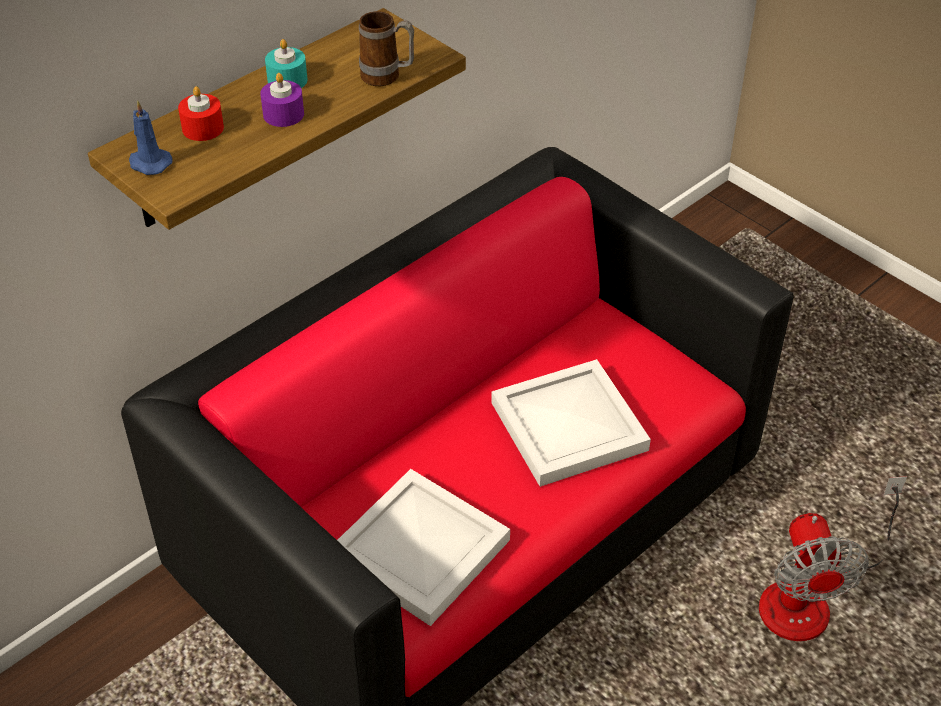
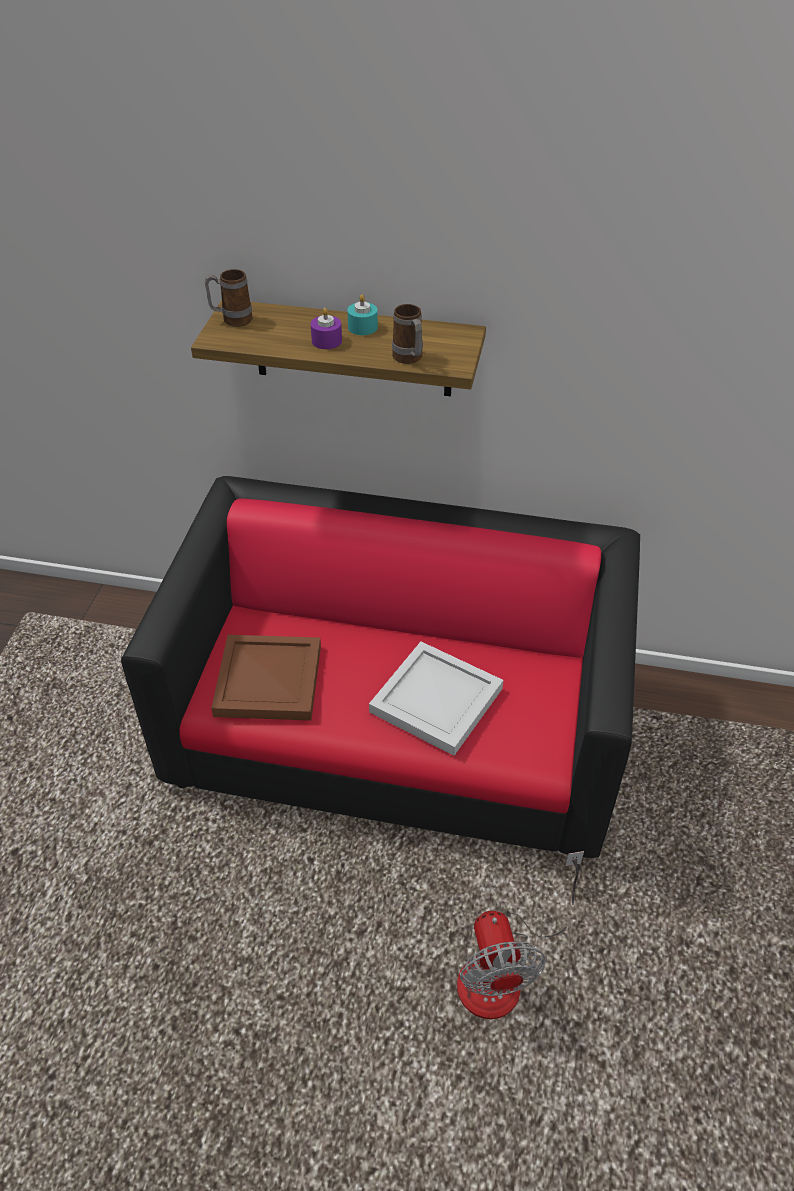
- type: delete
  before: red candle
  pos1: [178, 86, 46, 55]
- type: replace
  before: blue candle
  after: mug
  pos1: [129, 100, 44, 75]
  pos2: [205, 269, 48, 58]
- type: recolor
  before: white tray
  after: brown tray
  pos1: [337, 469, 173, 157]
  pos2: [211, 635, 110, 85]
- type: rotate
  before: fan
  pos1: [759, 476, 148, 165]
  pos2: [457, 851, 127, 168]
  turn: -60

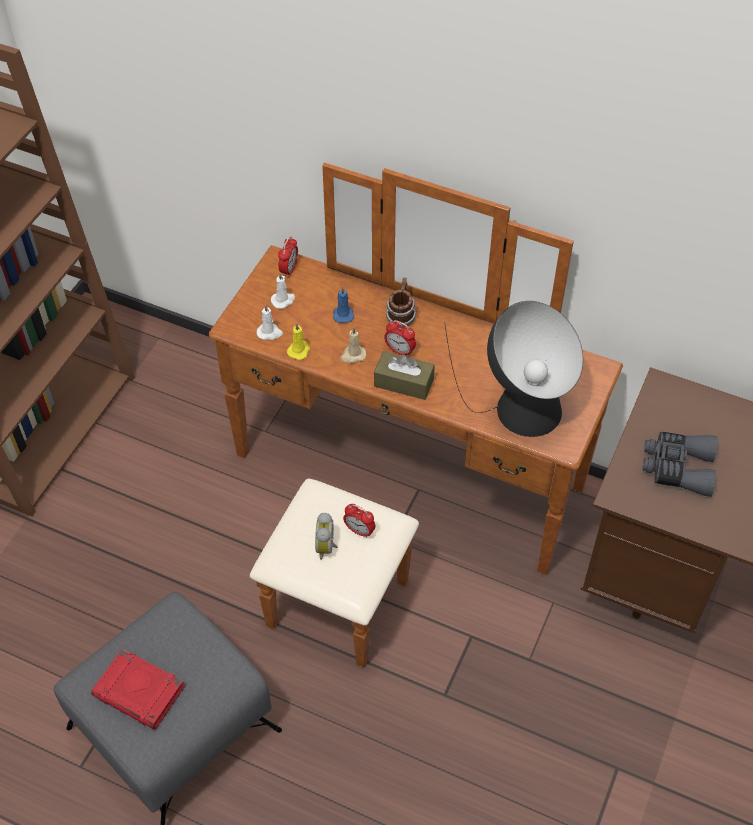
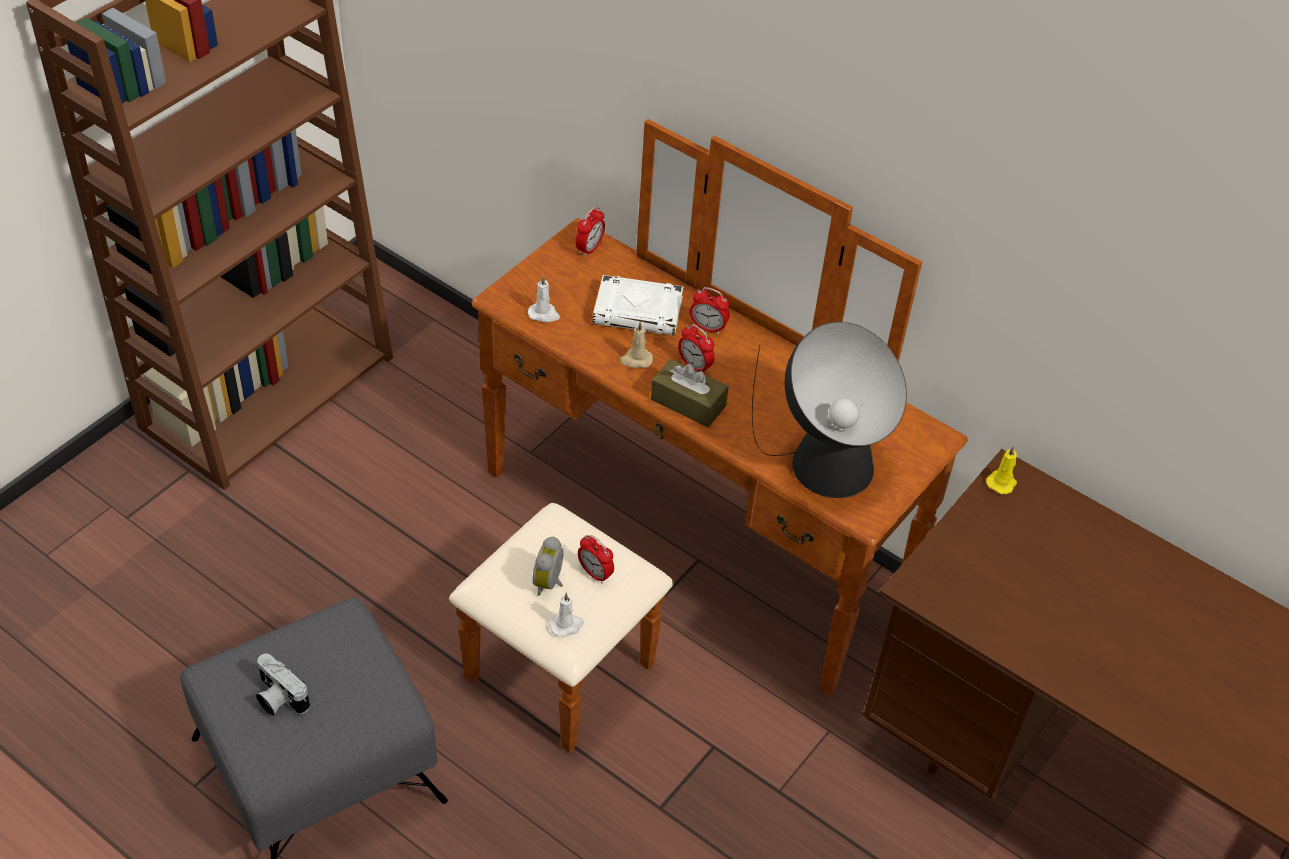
- type: move
  before: white candle
  pos1: [271, 273, 24, 36]
  pos2: [549, 592, 35, 46]
- type: replace
  before: mug
  after: alarm clock
  pos1: [385, 277, 32, 50]
  pos2: [690, 287, 40, 47]
- type: replace
  before: blue candle
  after: white book
  pos1: [333, 286, 21, 37]
  pos2: [592, 275, 92, 61]
- type: move
  before: yellow candle
  pos1: [287, 323, 23, 37]
  pos2: [986, 446, 31, 49]
- type: delete
  before: grey binoculars
  pos1: [642, 432, 76, 65]
- type: replace
  before: red book
  after: photo camera
  pos1: [91, 648, 94, 82]
  pos2: [256, 654, 54, 62]

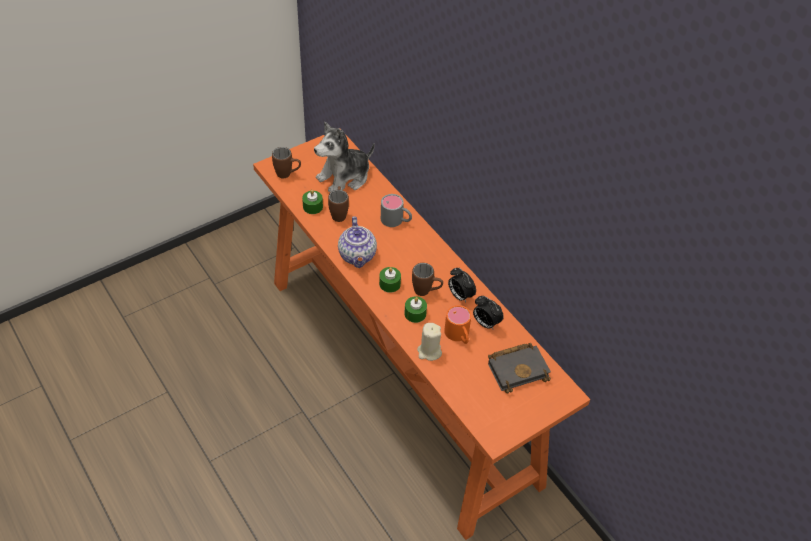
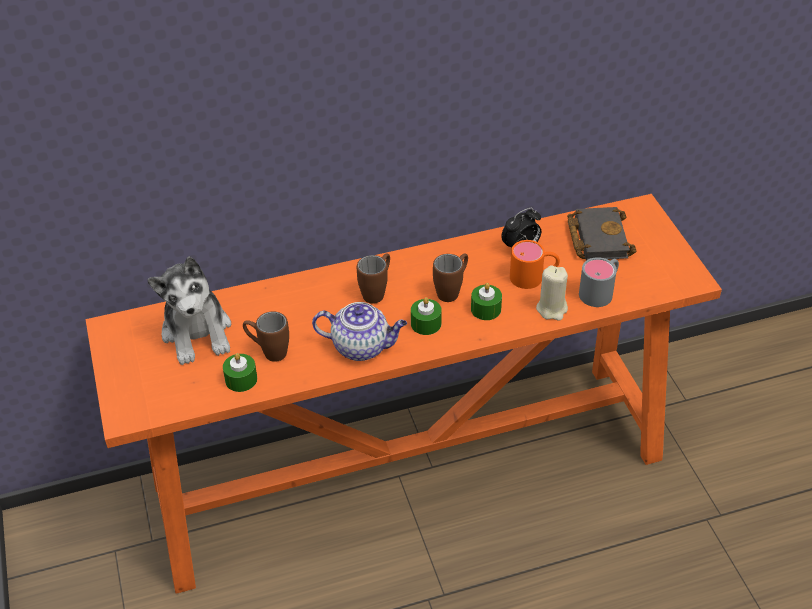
- type: move
  before: brown mug
  pos1: [272, 147, 29, 31]
  pos2: [357, 253, 33, 51]
- type: move
  before: grey mug
  pos1: [381, 194, 31, 33]
  pos2: [579, 257, 40, 50]
- type: delete
  before: alarm clock
  pos1: [448, 268, 28, 35]

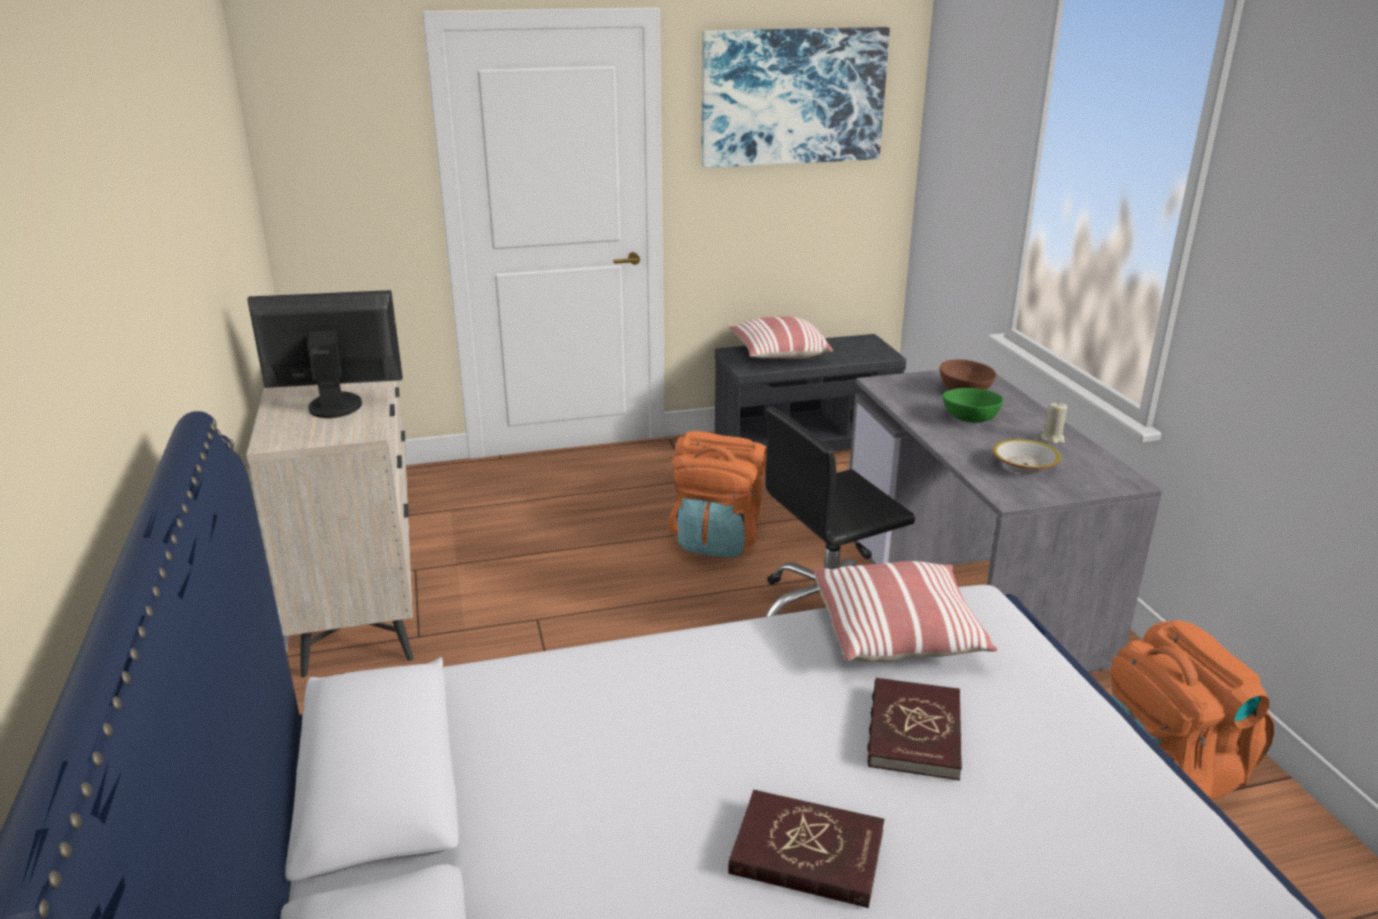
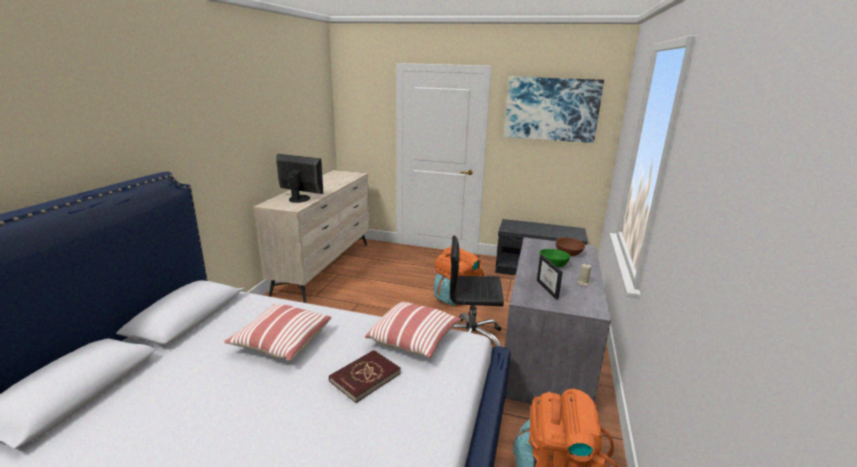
- type: move
  before: pillow
  pos1: [729, 317, 104, 42]
  pos2: [224, 304, 107, 57]
- type: replace
  before: bowl
  after: picture frame
  pos1: [993, 439, 68, 34]
  pos2: [537, 255, 26, 45]
- type: delete
  before: red book
  pos1: [728, 790, 157, 118]

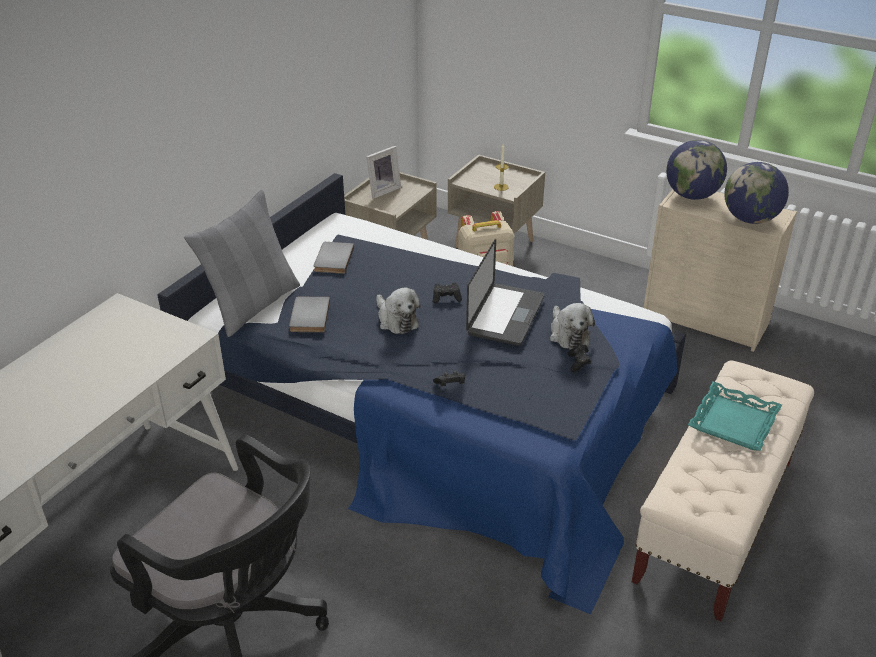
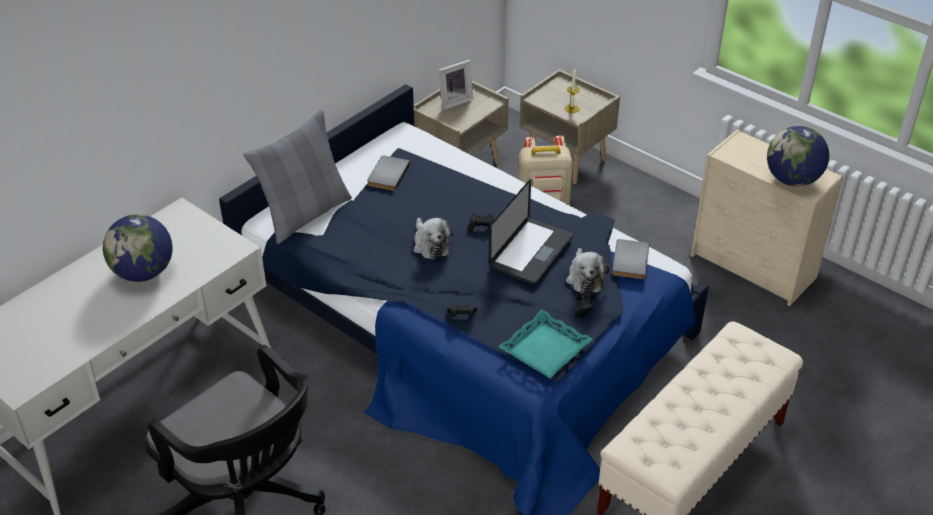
- type: move
  before: globe
  pos1: [666, 140, 61, 60]
  pos2: [103, 214, 70, 68]
- type: move
  before: grey book
  pos1: [289, 297, 41, 35]
  pos2: [612, 239, 37, 40]
- type: move
  before: turquoise tray
  pos1: [688, 381, 94, 70]
  pos2: [499, 310, 94, 68]

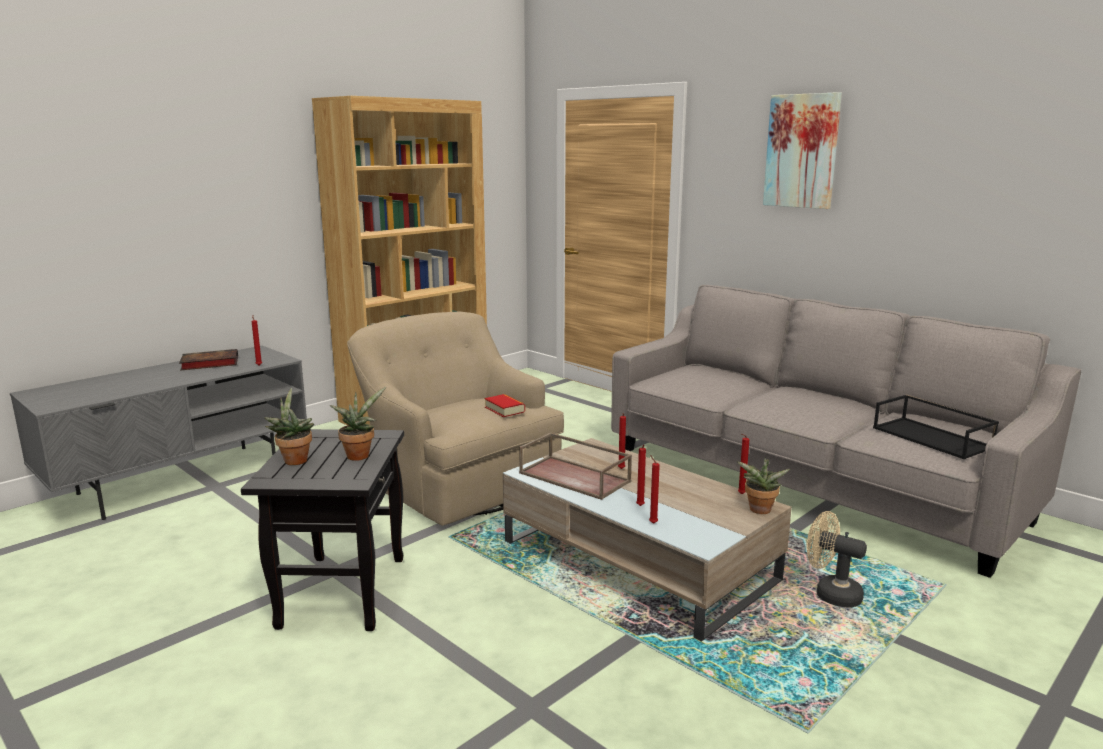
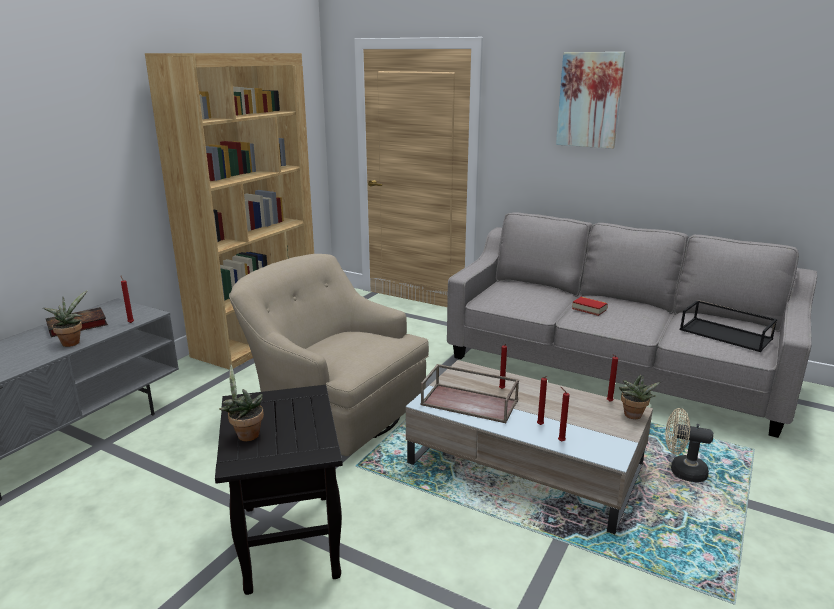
- type: move
  before: potted plant
  pos1: [330, 387, 56, 74]
  pos2: [43, 290, 45, 57]
- type: move
  before: book
  pos1: [484, 394, 41, 23]
  pos2: [572, 297, 36, 19]

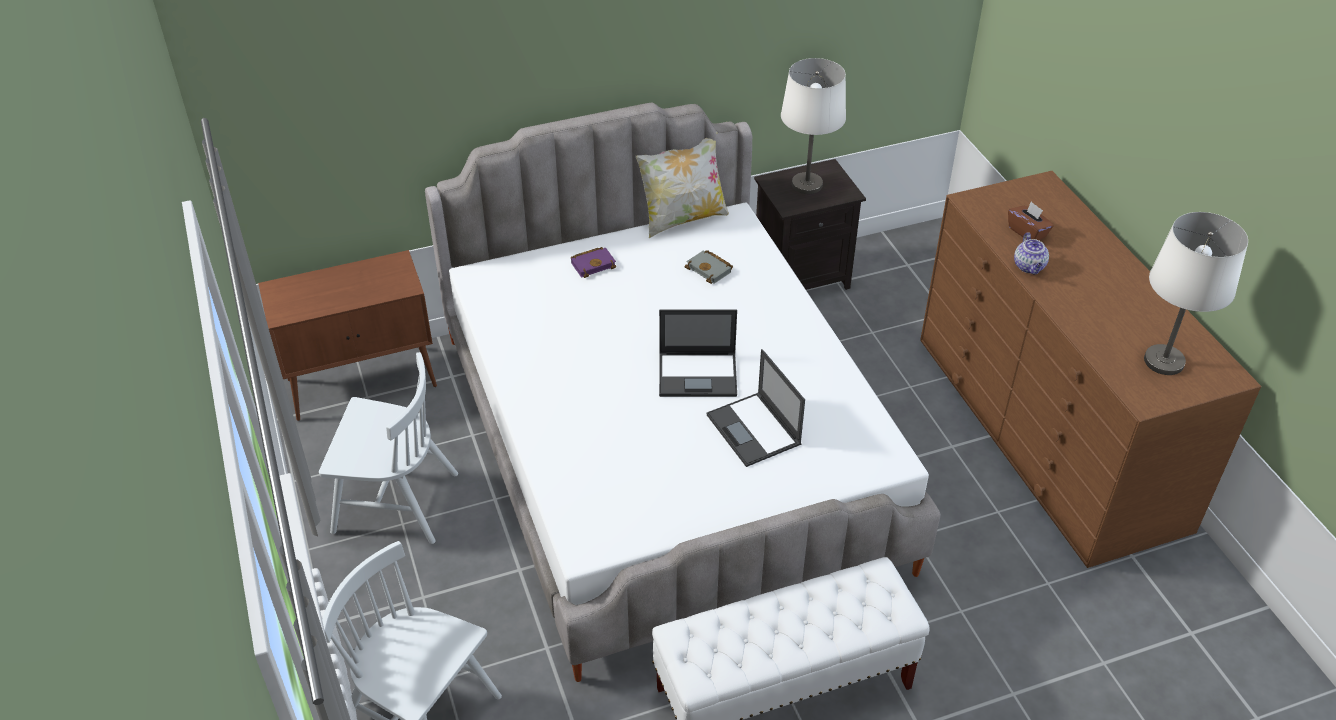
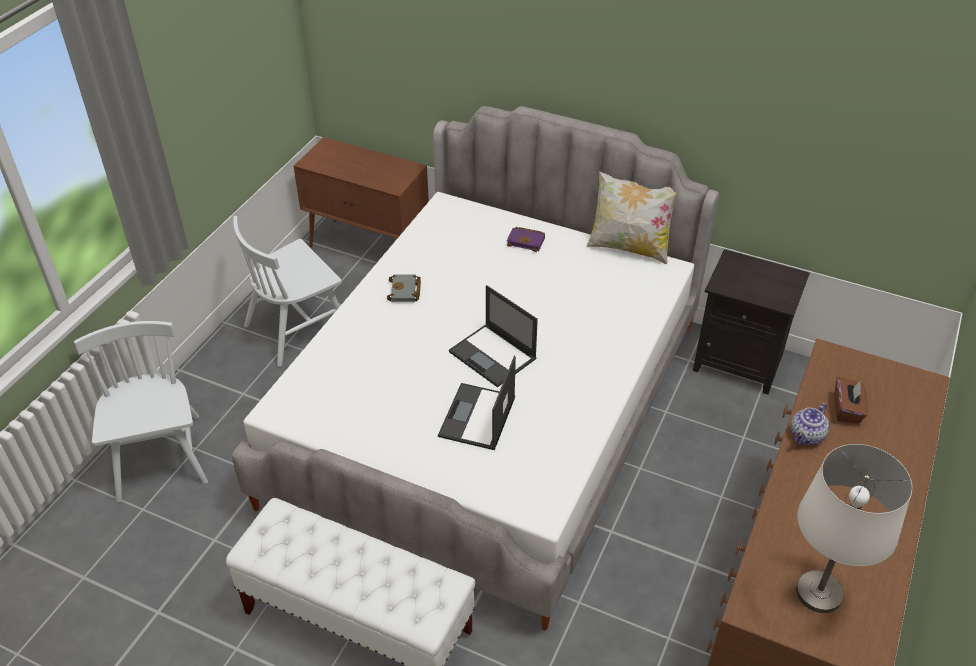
- type: delete
  before: white table lamp
  pos1: [781, 58, 65, 136]
- type: move
  before: grey book
  pos1: [685, 250, 48, 34]
  pos2: [387, 274, 34, 28]
- type: rotate
  before: white chair
  pos1: [319, 352, 139, 192]
  pos2: [233, 216, 109, 151]
  turn: 90

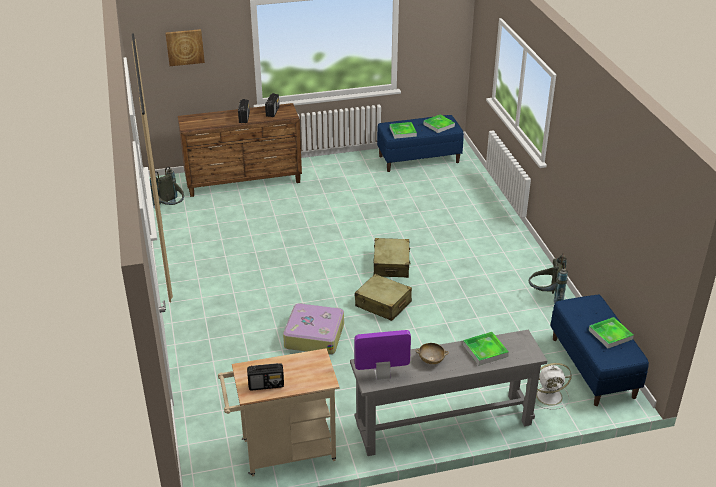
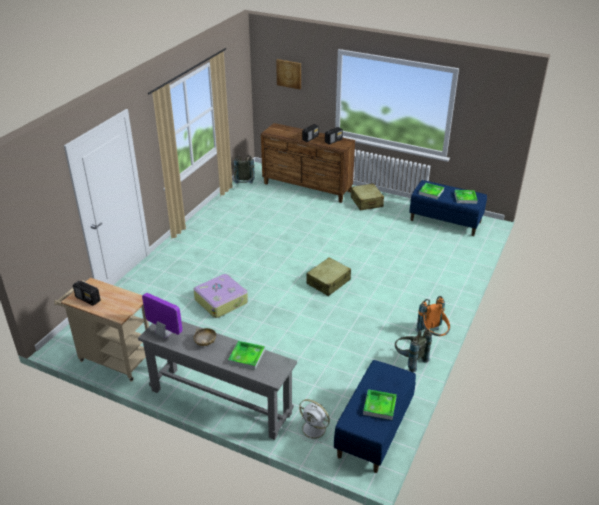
- type: move
  before: beige suitcase
  pos1: [355, 274, 57, 47]
  pos2: [351, 183, 33, 27]
- type: insert
  after: orange backpack
  pos2: [415, 296, 35, 40]

